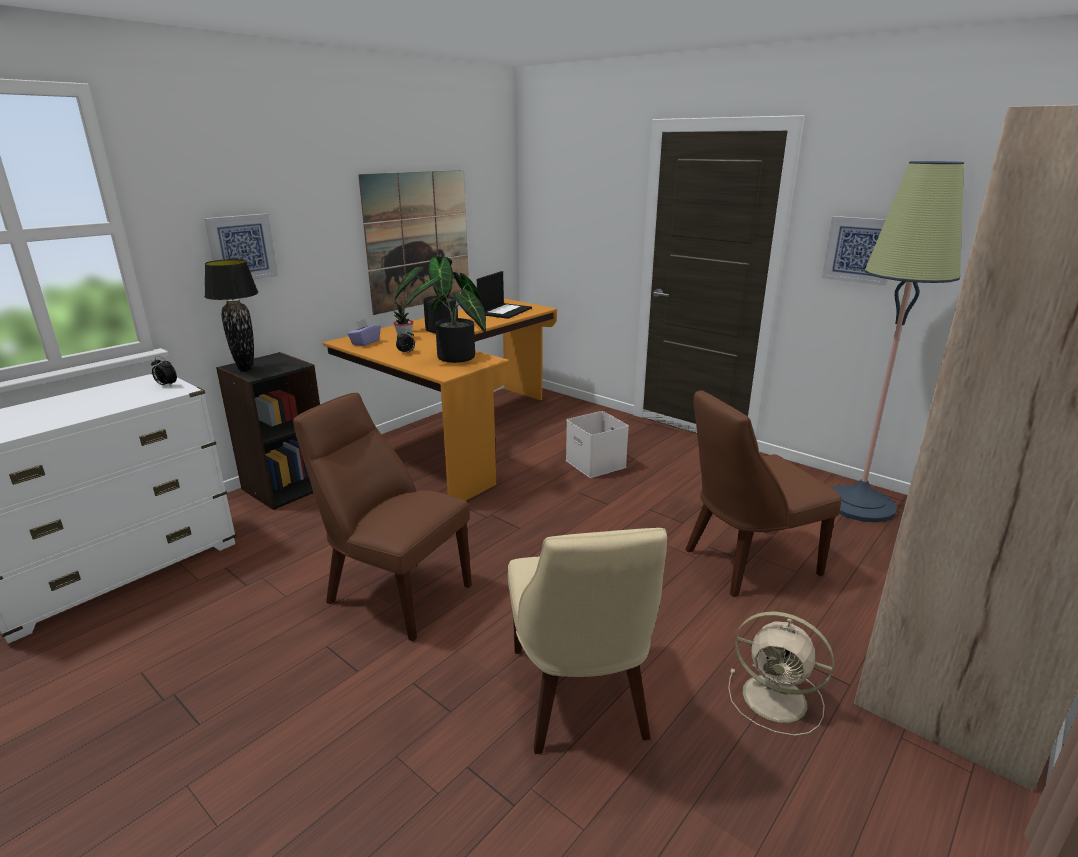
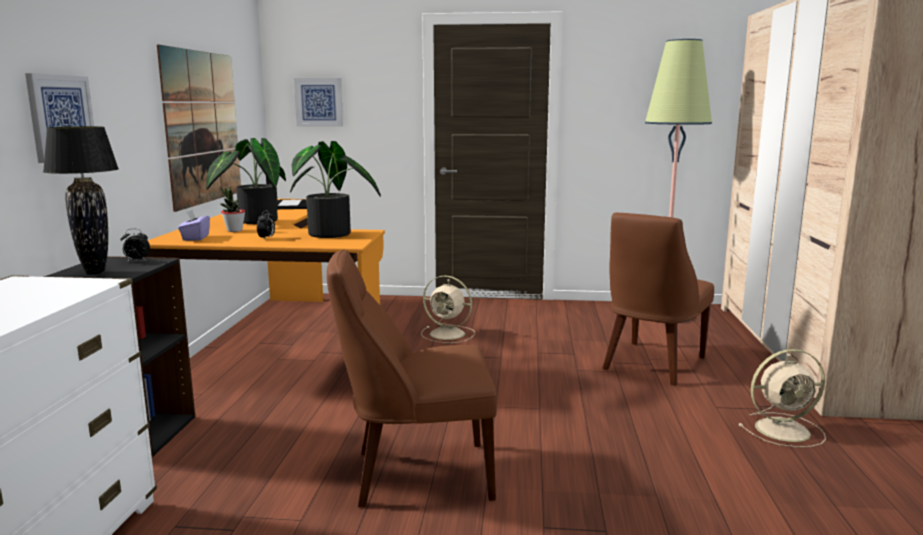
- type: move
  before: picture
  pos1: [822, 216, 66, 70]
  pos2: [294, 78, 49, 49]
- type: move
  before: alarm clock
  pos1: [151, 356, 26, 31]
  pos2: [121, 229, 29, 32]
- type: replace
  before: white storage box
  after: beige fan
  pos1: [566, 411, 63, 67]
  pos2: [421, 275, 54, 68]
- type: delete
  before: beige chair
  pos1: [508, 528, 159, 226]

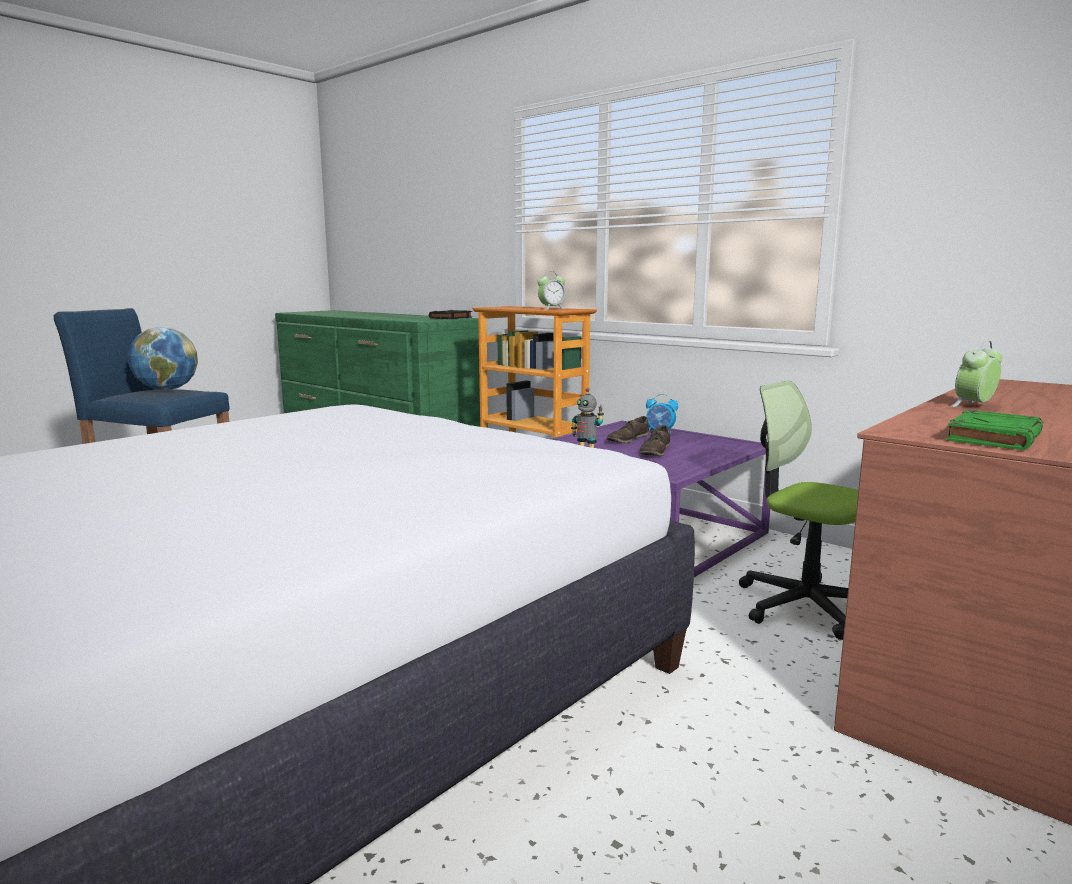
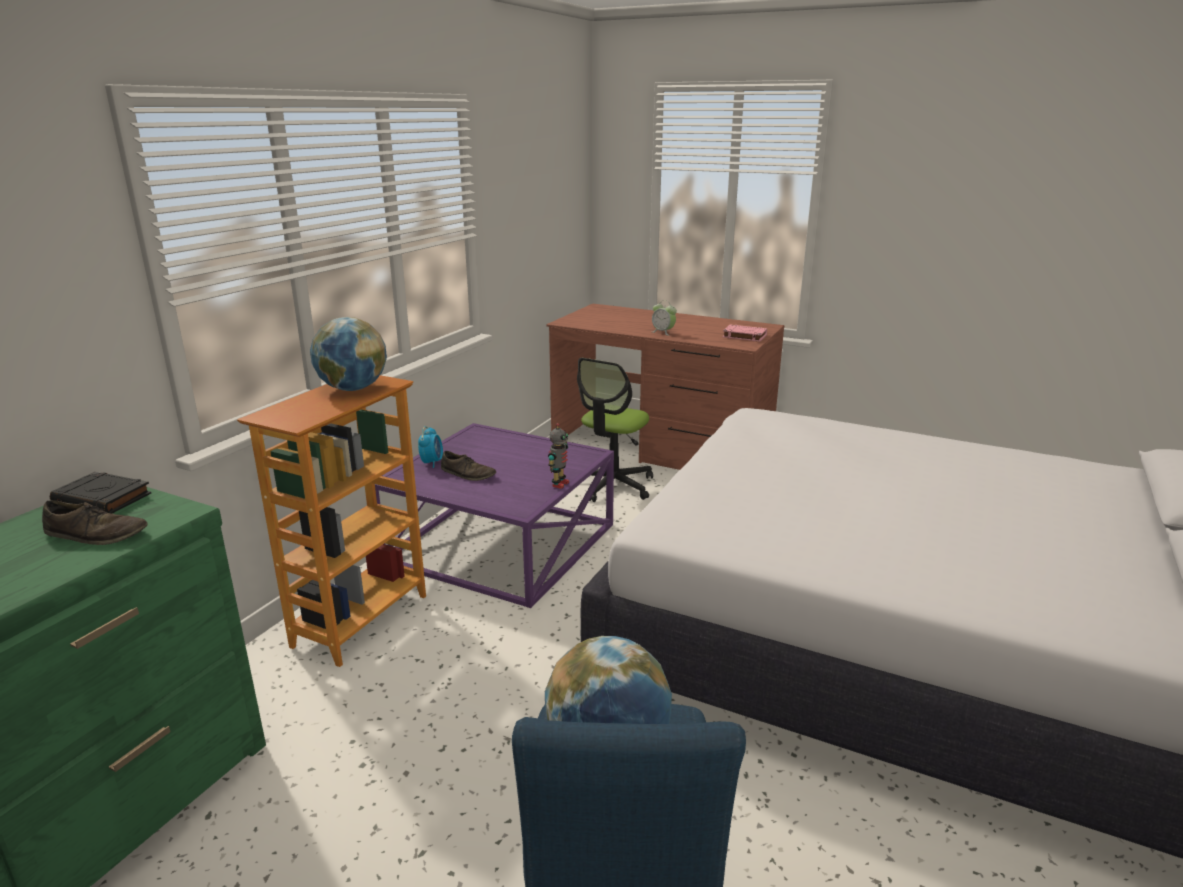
- type: replace
  before: alarm clock
  after: globe
  pos1: [537, 271, 28, 39]
  pos2: [310, 317, 77, 74]
- type: recolor
  before: green book
  after: pink book
  pos1: [946, 410, 97, 40]
  pos2: [722, 325, 45, 17]
- type: move
  before: brown shoe
  pos1: [639, 425, 31, 31]
  pos2: [42, 500, 106, 45]

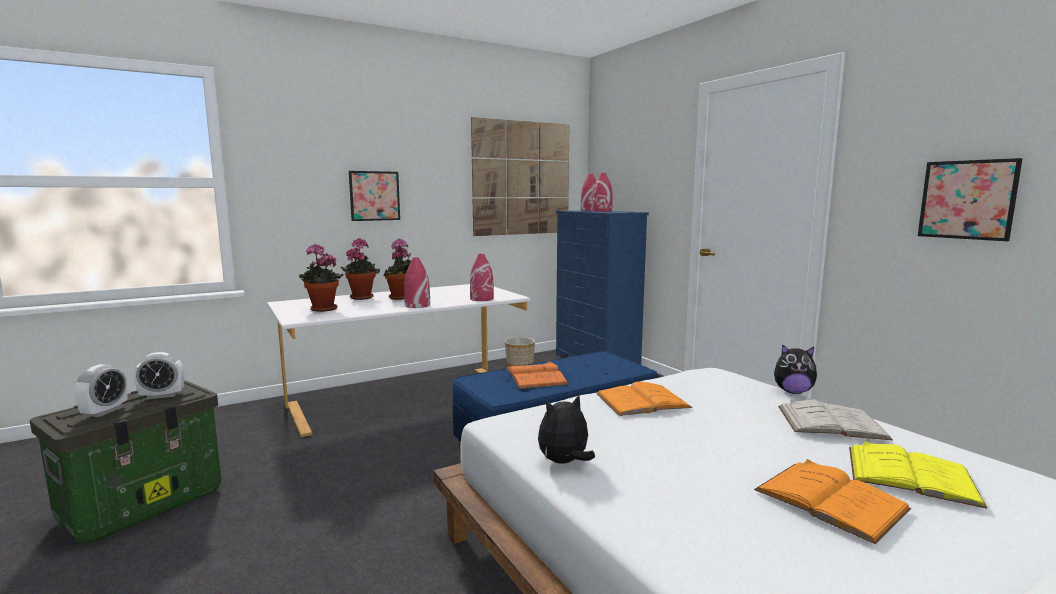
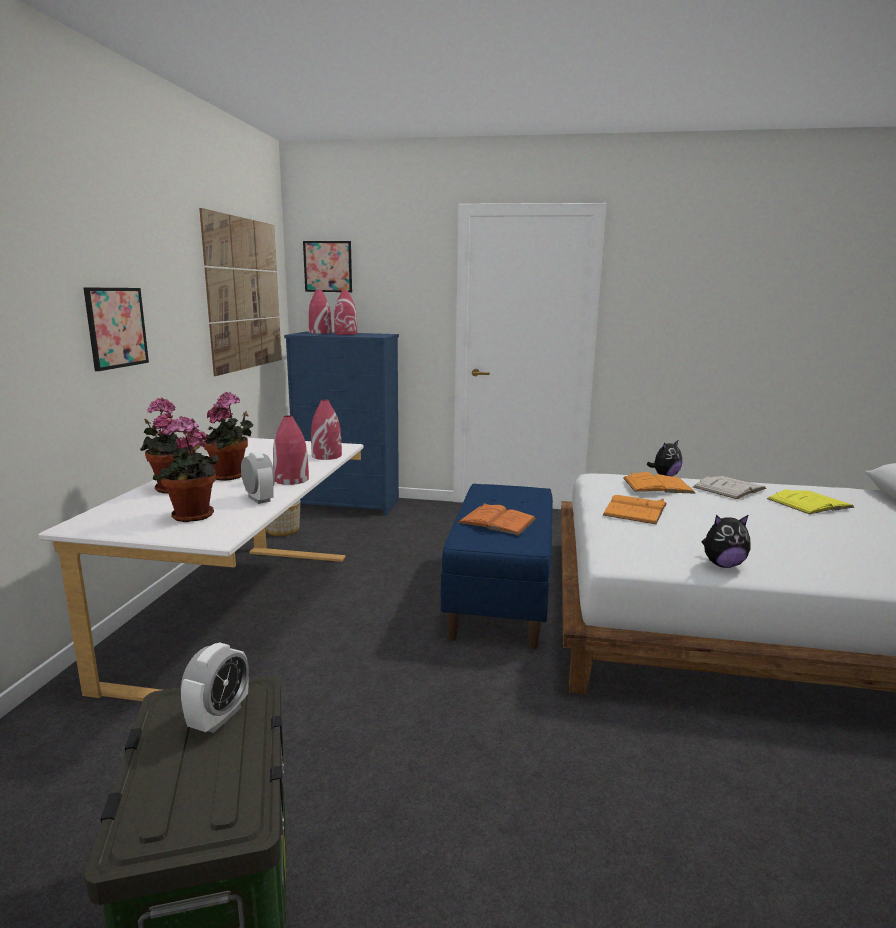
- type: move
  before: picture
  pos1: [918, 158, 105, 83]
  pos2: [303, 241, 49, 51]
- type: move
  before: alarm clock
  pos1: [75, 364, 53, 53]
  pos2: [241, 452, 34, 52]
- type: rotate
  before: plush toy
  pos1: [538, 395, 57, 69]
  pos2: [701, 515, 49, 53]
  turn: -105
- type: move
  before: orange book
  pos1: [754, 459, 157, 85]
  pos2: [623, 472, 73, 22]

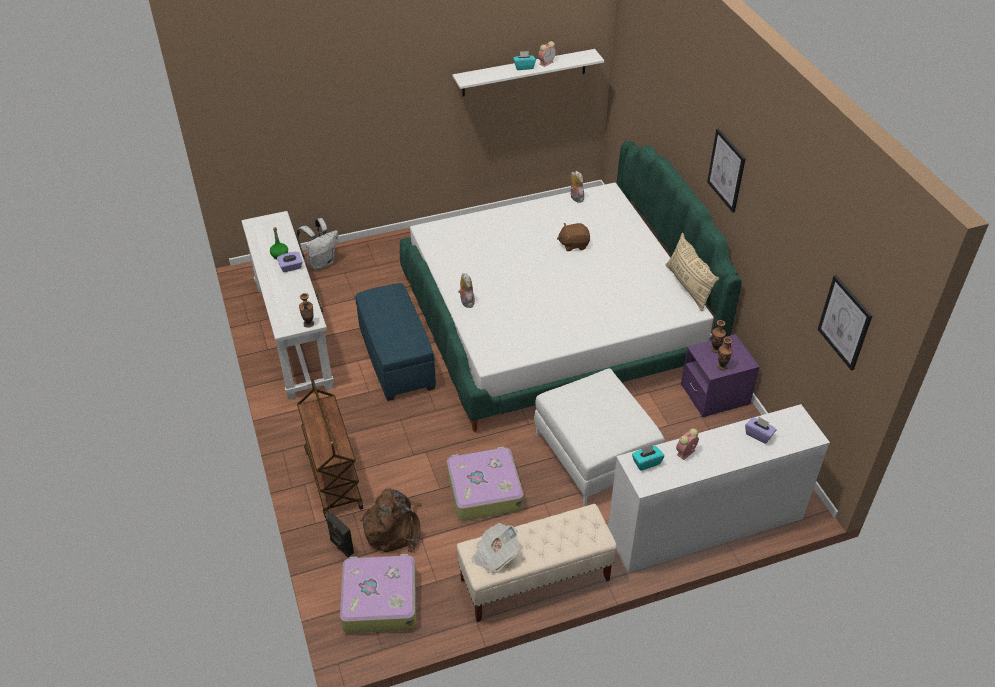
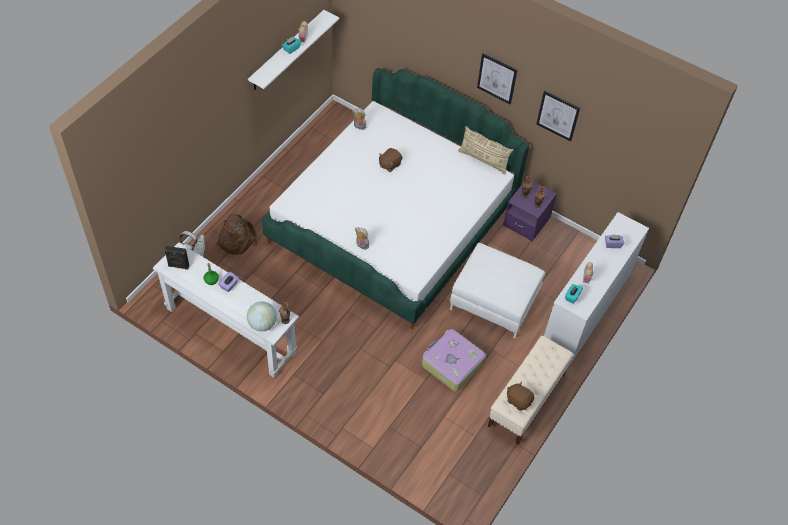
- type: move
  before: picture
  pos1: [818, 275, 54, 96]
  pos2: [537, 91, 43, 51]
- type: delete
  before: blue ottoman
  pos1: [356, 283, 80, 118]
- type: delete
  before: brown cart
  pos1: [297, 379, 66, 139]
- type: move
  before: brown backpack
  pos1: [360, 488, 62, 64]
  pos2: [216, 214, 42, 41]
- type: move
  before: black speaker
  pos1: [326, 512, 28, 45]
  pos2: [164, 246, 25, 24]
- type: replace
  before: newspaper
  after: brown plush toy
  pos1: [472, 523, 48, 50]
  pos2: [507, 381, 27, 30]
- type: delete
  before: suitcase
  pos1: [340, 554, 76, 79]
- type: insert
  after: globe
  pos2: [247, 301, 30, 30]

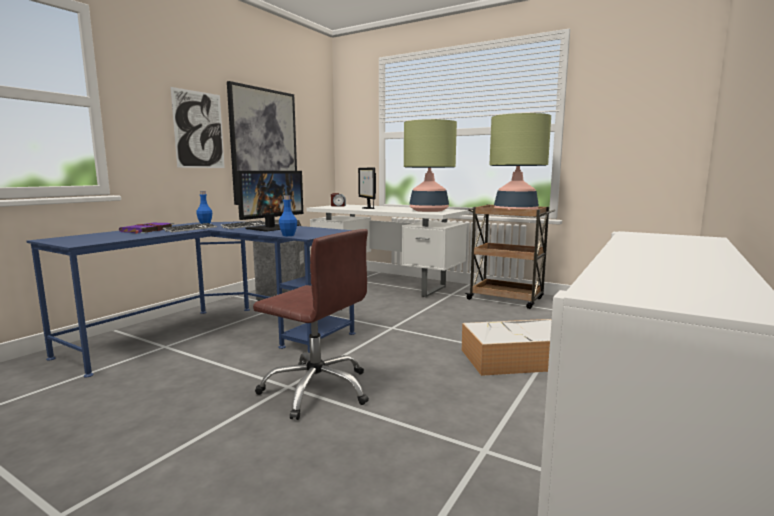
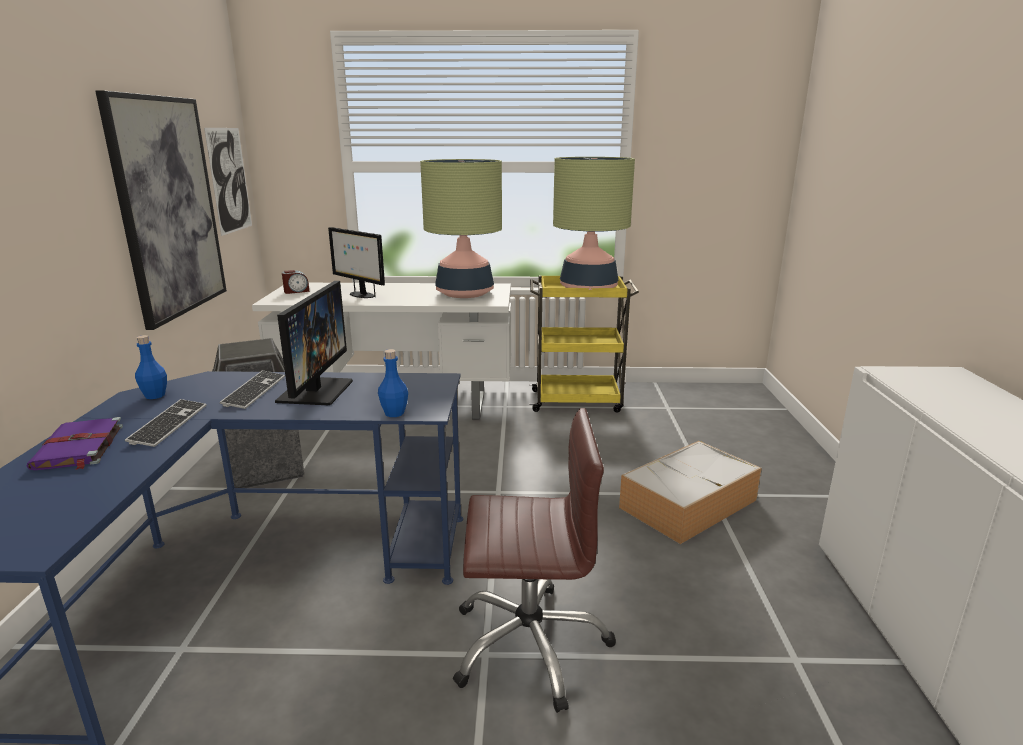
- type: move
  before: picture
  pos1: [170, 87, 55, 81]
  pos2: [204, 128, 48, 108]
- type: recolor
  before: brown cart
  after: yellow cart
  pos1: [464, 204, 91, 105]
  pos2: [529, 275, 110, 138]

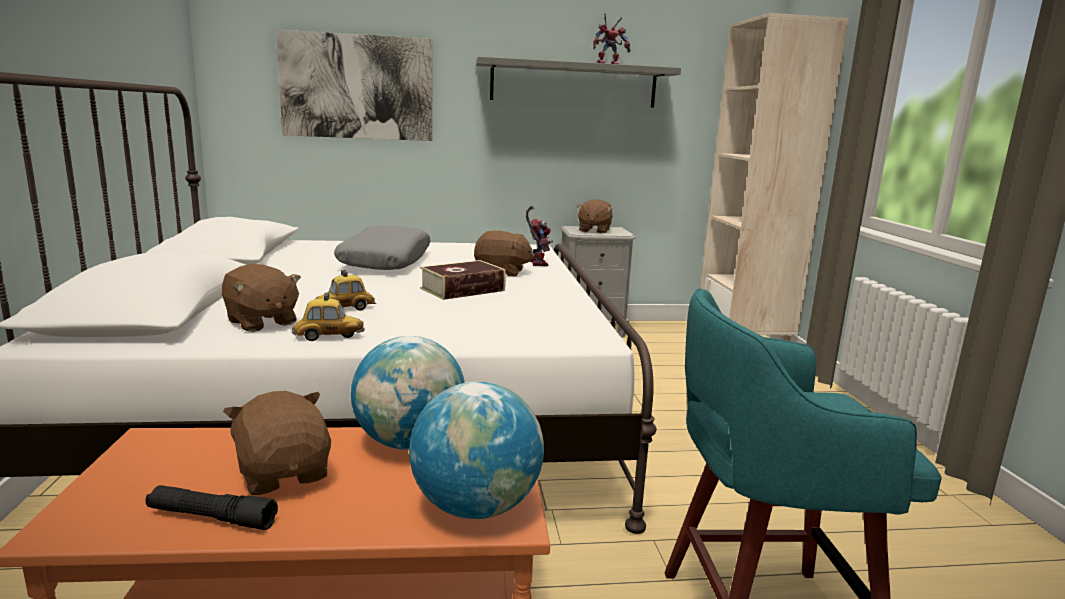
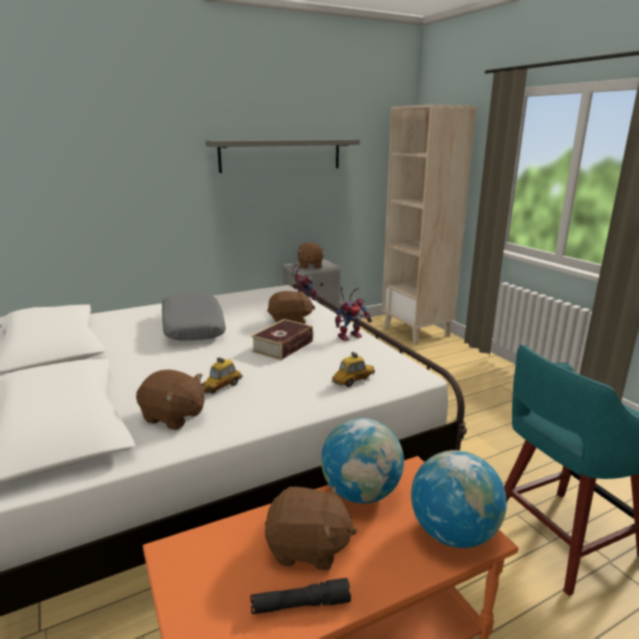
- type: move
  before: toy robot
  pos1: [593, 13, 38, 51]
  pos2: [335, 286, 37, 55]
- type: delete
  before: picture
  pos1: [276, 30, 156, 111]
- type: move
  before: toy car
  pos1: [292, 292, 72, 49]
  pos2: [331, 352, 44, 35]
- type: rotate
  before: brown plush toy
  pos1: [223, 391, 108, 104]
  pos2: [265, 486, 92, 84]
  turn: 150

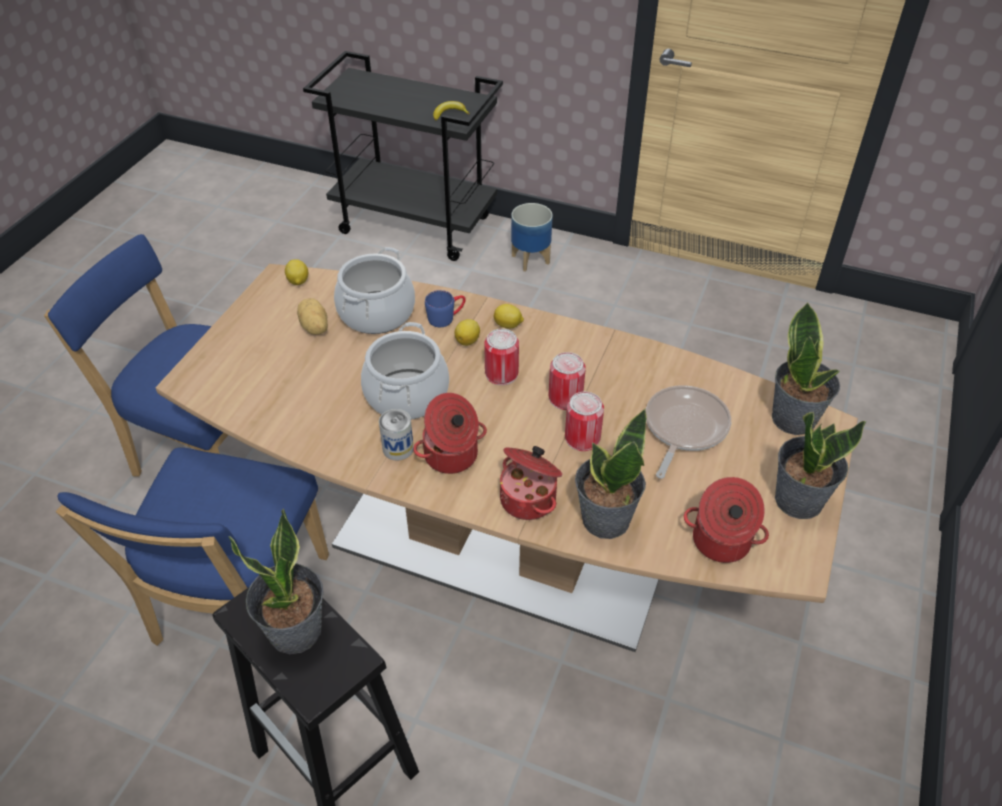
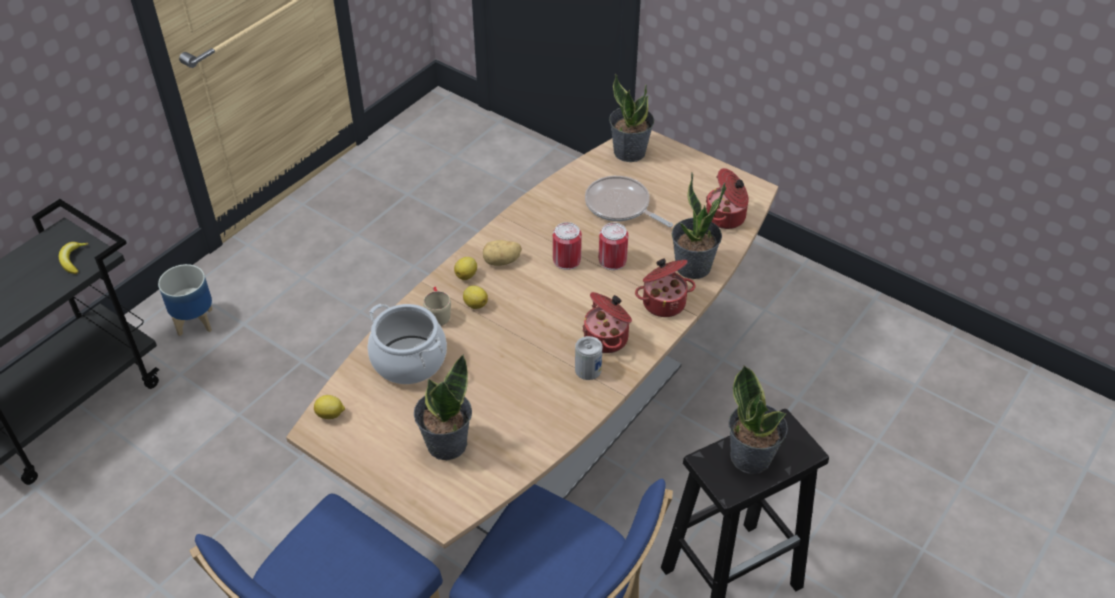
- type: recolor
  before: blue mug
  after: beige mug
  pos1: [425, 290, 41, 37]
  pos2: [423, 287, 28, 39]
- type: move
  before: potato
  pos1: [297, 298, 31, 37]
  pos2: [483, 240, 39, 26]
- type: delete
  before: cooking pot
  pos1: [361, 322, 88, 98]
- type: delete
  before: can
  pos1: [484, 329, 35, 56]
- type: move
  before: potted plant
  pos1: [775, 411, 91, 108]
  pos2: [414, 354, 58, 106]

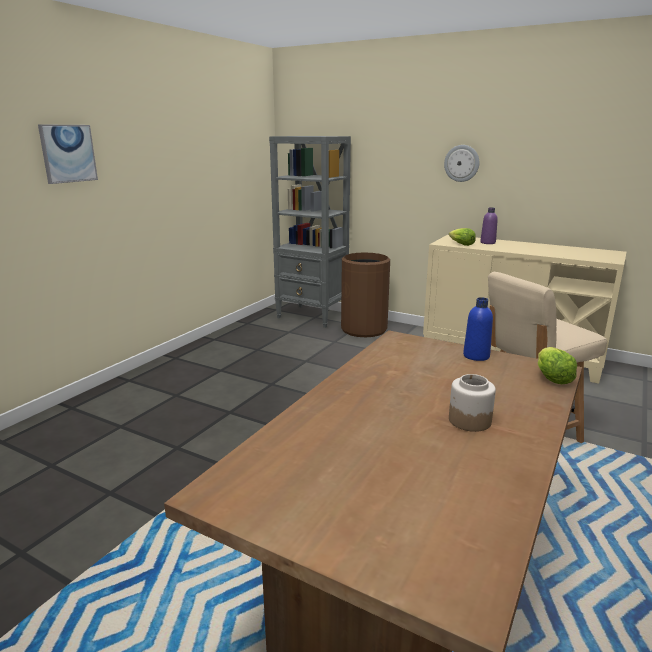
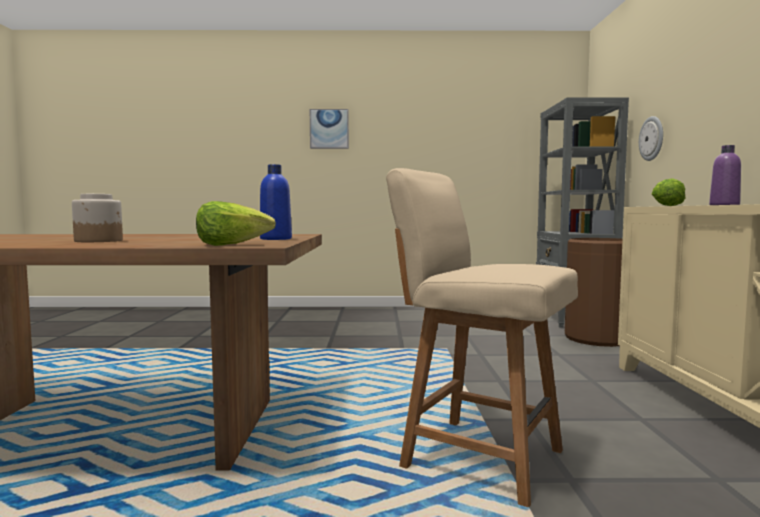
- type: move
  before: wall clock
  pos1: [444, 145, 35, 37]
  pos2: [639, 116, 24, 45]

